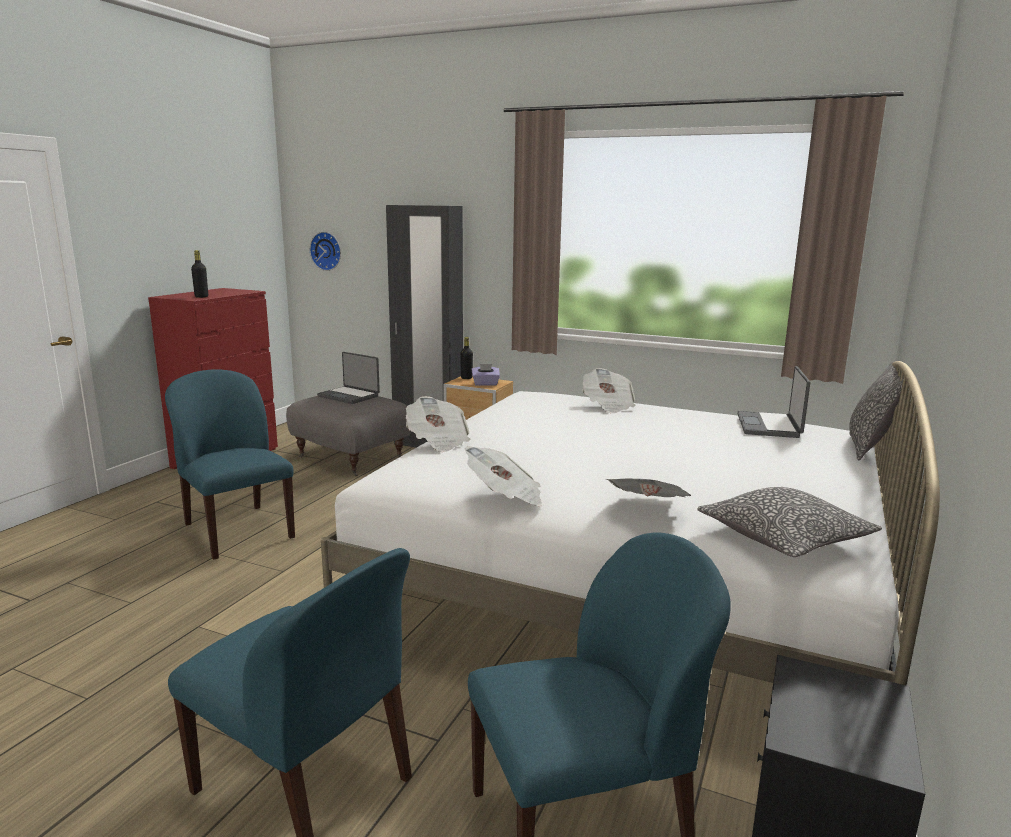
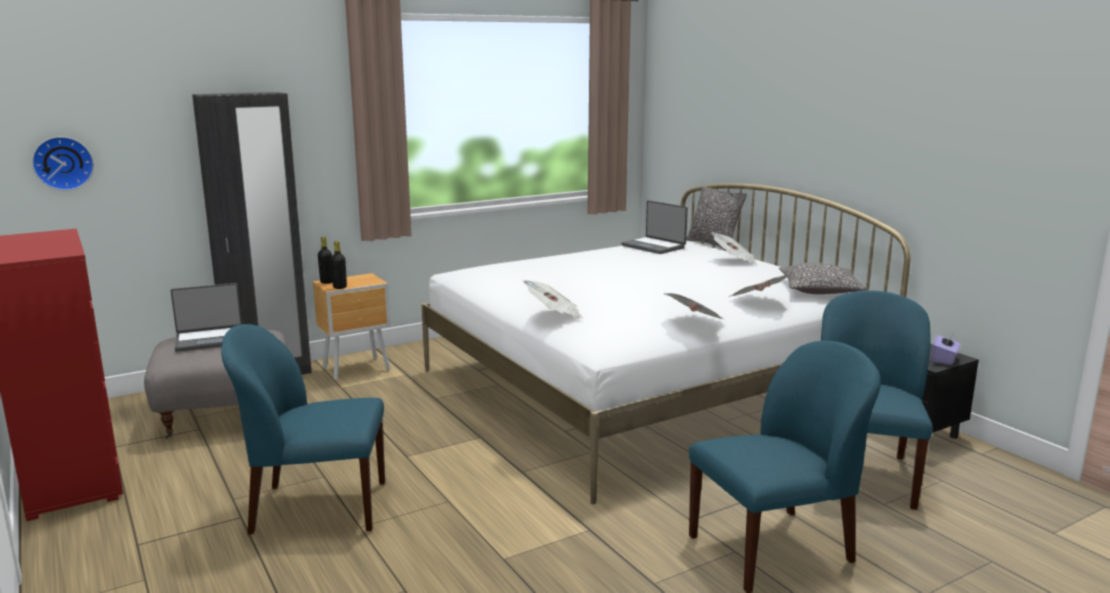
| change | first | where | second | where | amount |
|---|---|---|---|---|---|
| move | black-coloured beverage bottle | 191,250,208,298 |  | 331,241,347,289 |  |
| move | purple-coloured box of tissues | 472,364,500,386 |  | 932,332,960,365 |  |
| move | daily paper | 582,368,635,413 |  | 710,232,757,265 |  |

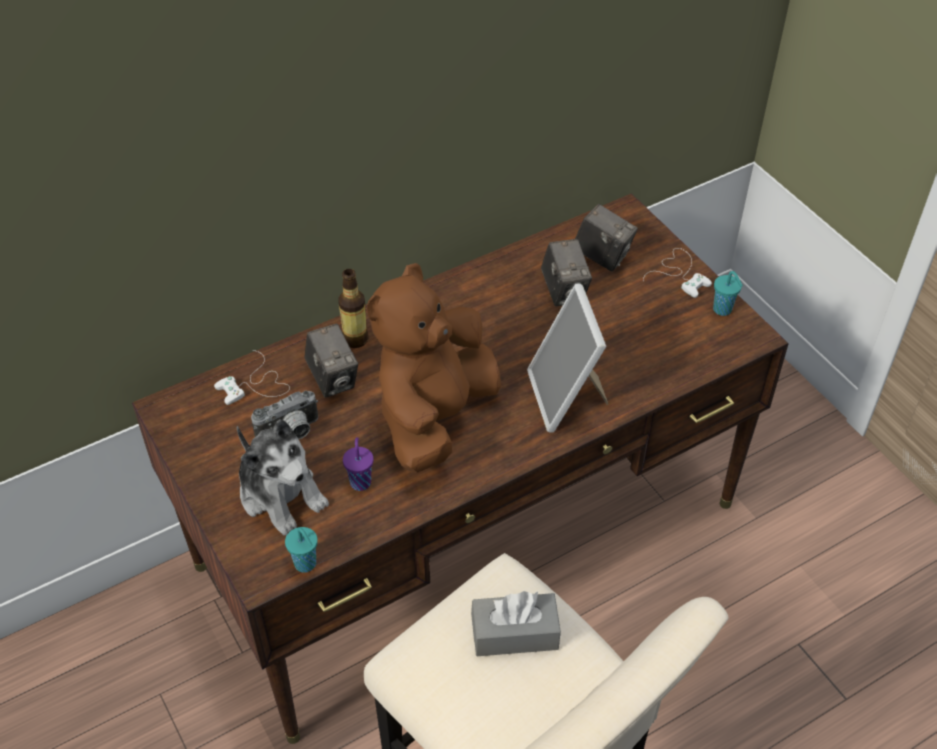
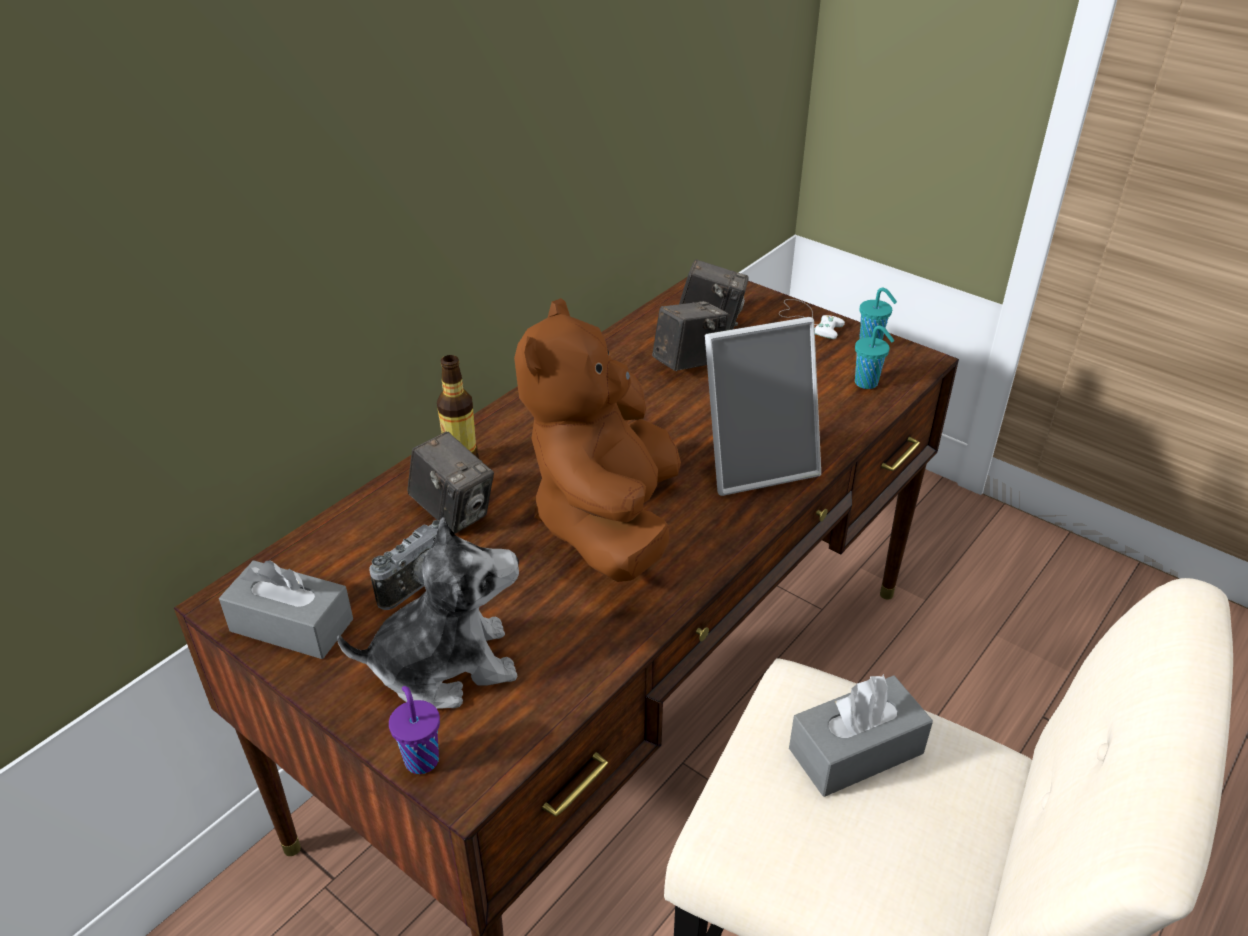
| change | first | where | second | where | amount |
|---|---|---|---|---|---|
| rotate | photo camera | 541,239,592,306 |  | 652,301,729,371 | 90 degrees counterclockwise |
| rotate | picture frame | 527,283,608,433 |  | 705,317,821,496 | 75 degrees counterclockwise |
| delete | white game controller | 214,350,290,405 |  |  |  |
| rotate | plush toy | 237,419,329,535 |  | 337,517,519,708 | 45 degrees counterclockwise |
| move | purple-coloured drinking cup | 343,437,374,491 |  | 389,686,440,774 |  |
| move | turquoise drinking cup | 285,527,318,573 |  | 855,325,894,389 |  |
| insert |  |  | gray box of tissues | 219,560,353,659 |  |

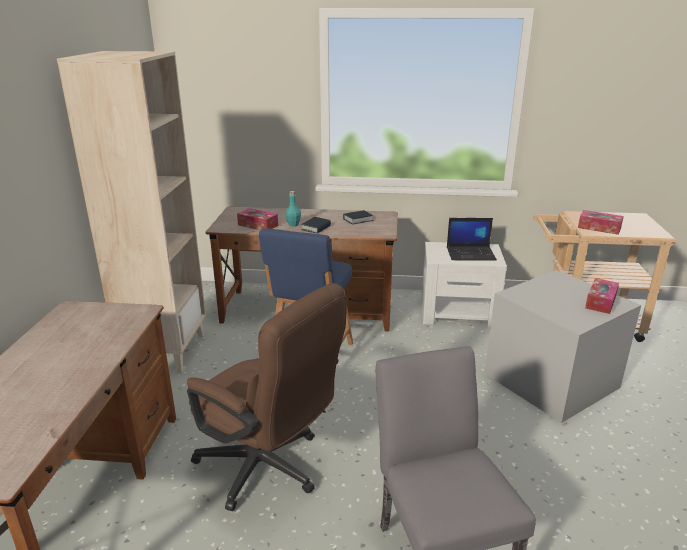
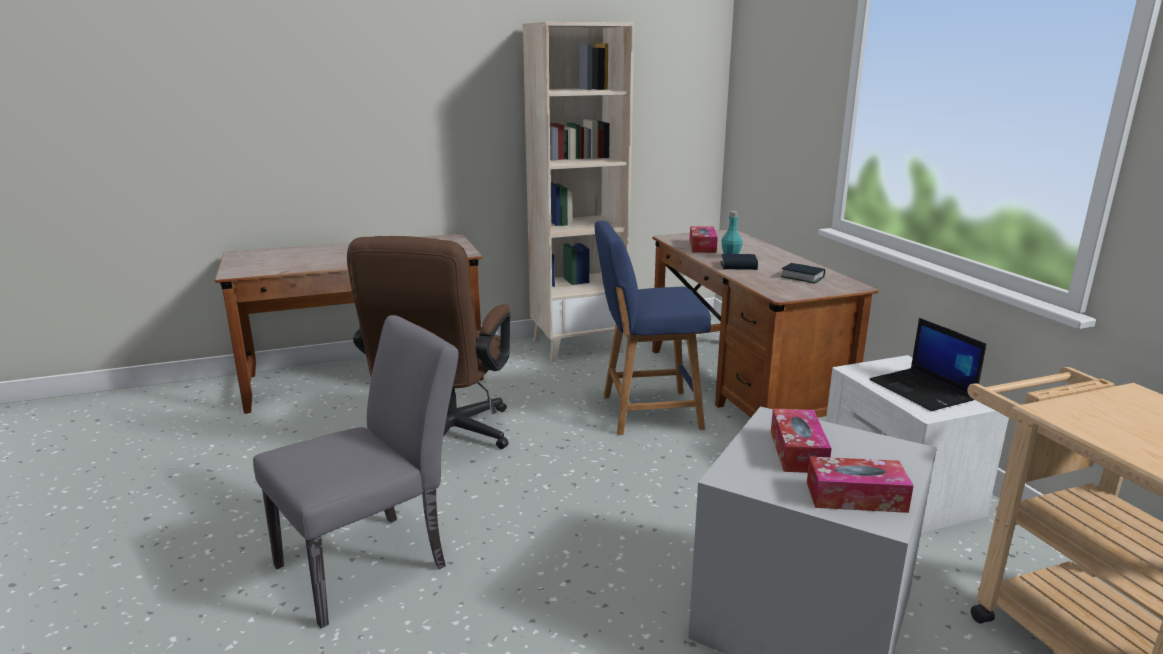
| change | first | where | second | where | amount |
|---|---|---|---|---|---|
| move | box of tissues | 578,210,624,235 |  | 771,409,832,473 |  |

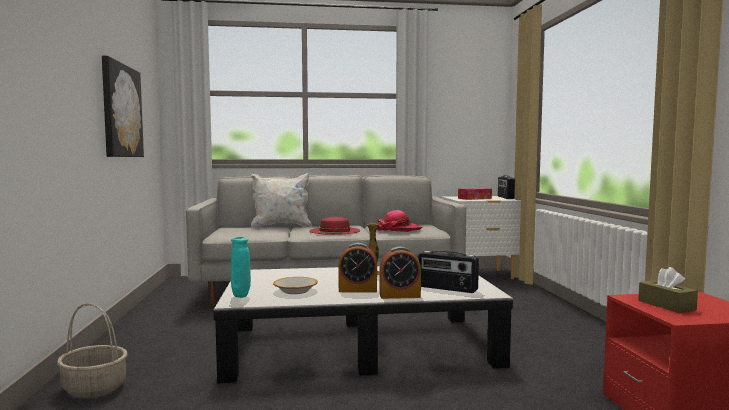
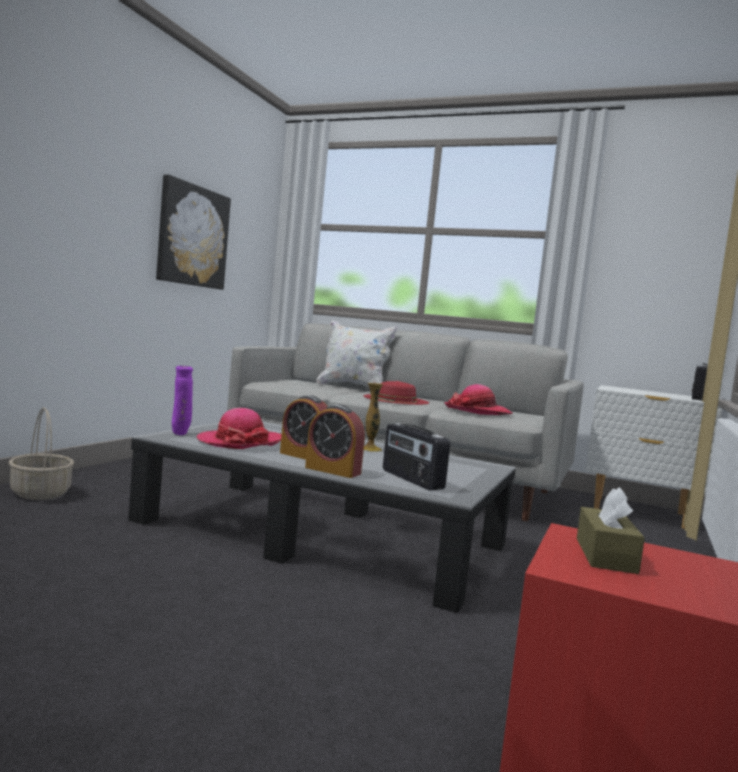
| change | first | where | second | where | amount |
|---|---|---|---|---|---|
| delete | box of tissues | 458,188,492,200 |  |  |  |
| recolor | turquoise flower vase | 231,237,251,298 | purple-coloured flower vase | 172,366,193,435 |  |
| replace | serving bowl | 273,277,318,294 | clothing hat | 197,408,282,449 |  |

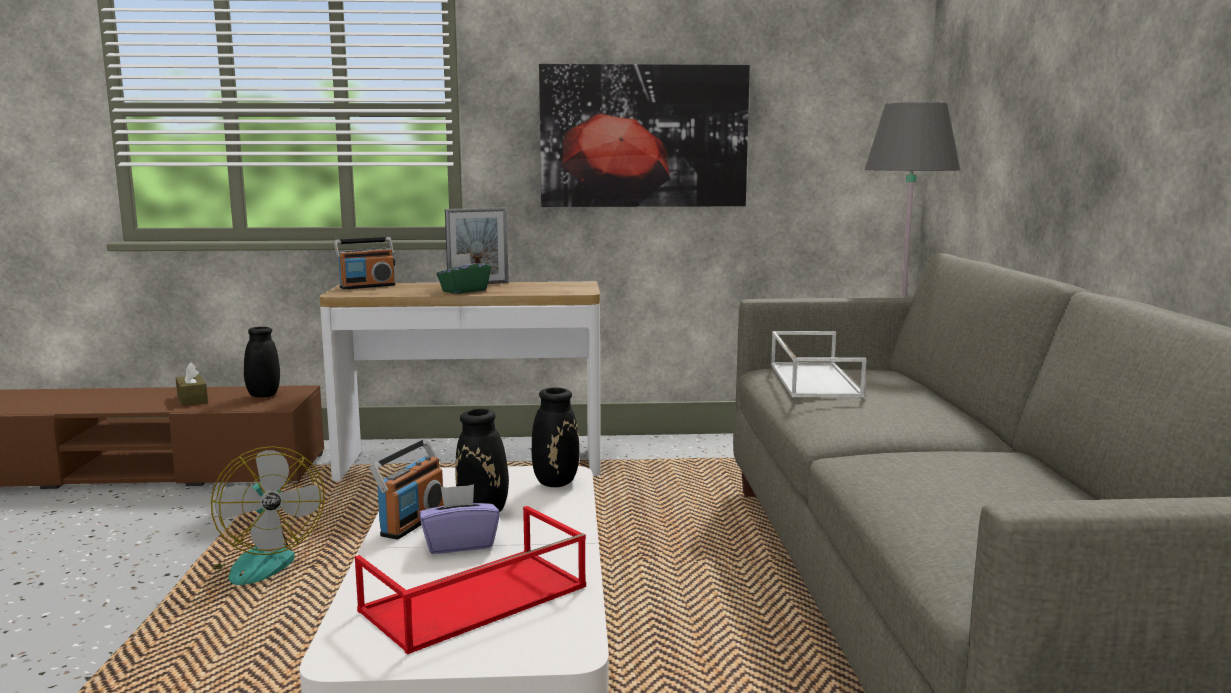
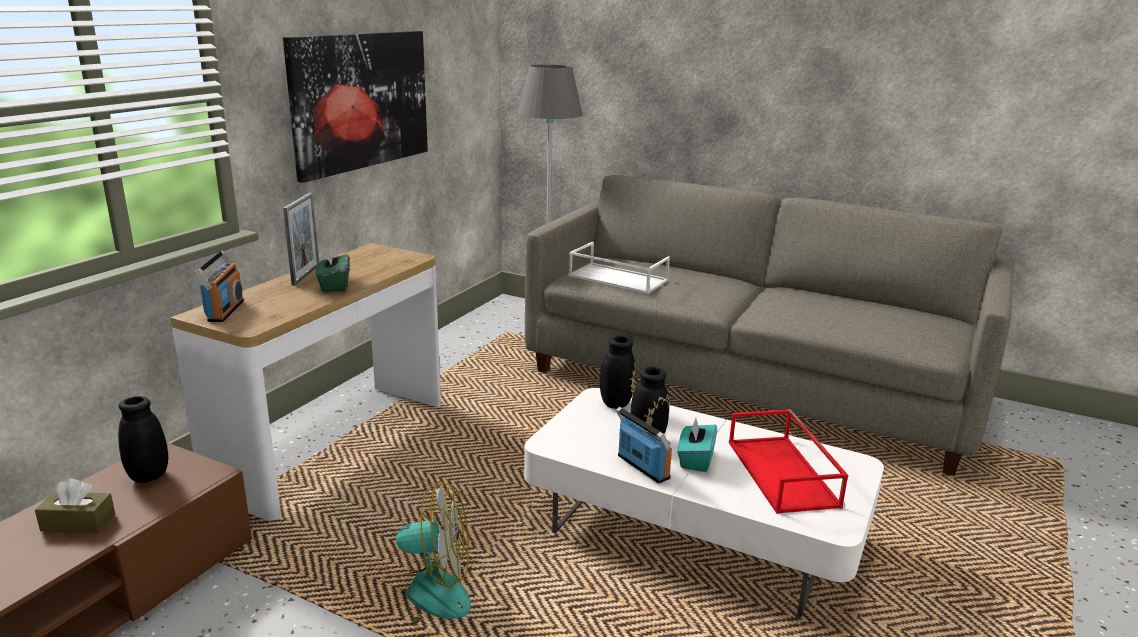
| change | first | where | second | where | amount |
|---|---|---|---|---|---|
| recolor | purple-coloured box of tissues | 419,484,500,554 | turquoise box of tissues | 678,418,717,472 |  |

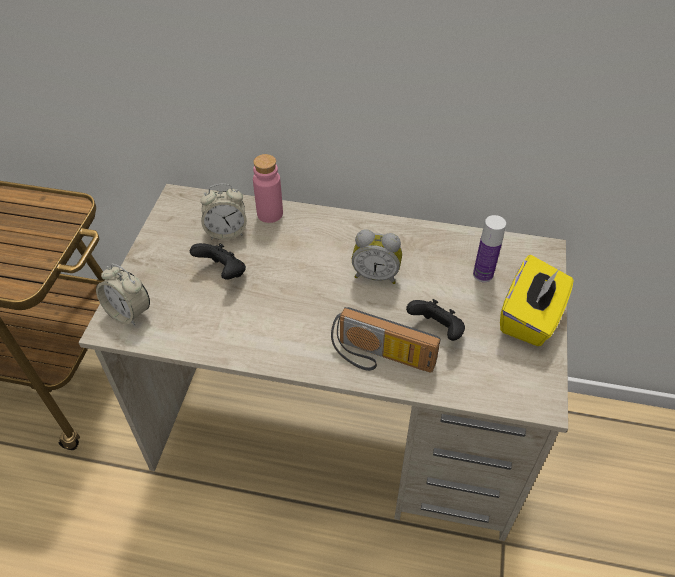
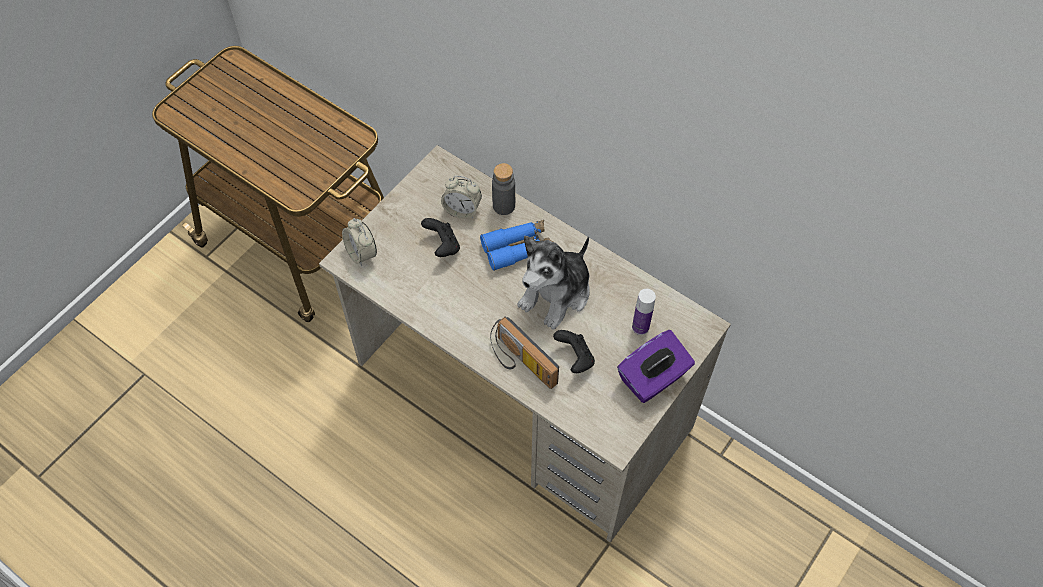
| change | first | where | second | where | amount |
|---|---|---|---|---|---|
| recolor | pinkish beverage bottle | 253,154,283,223 | gray beverage bottle | 492,163,515,215 |  |
| replace | alarm clock | 352,229,402,284 | plush toy | 517,236,590,330 |  |
| recolor | yellowish box of tissues | 500,255,573,346 | purple-coloured box of tissues | 617,330,695,403 |  |
| insert |  |  | blue binoculars | 480,220,553,271 |  |

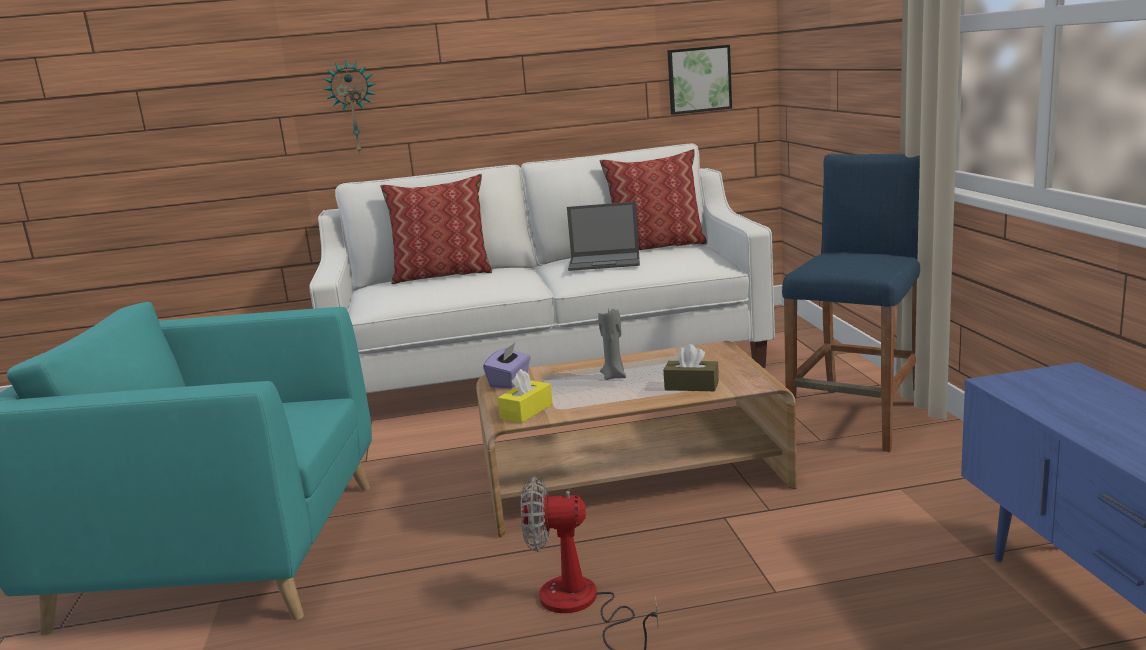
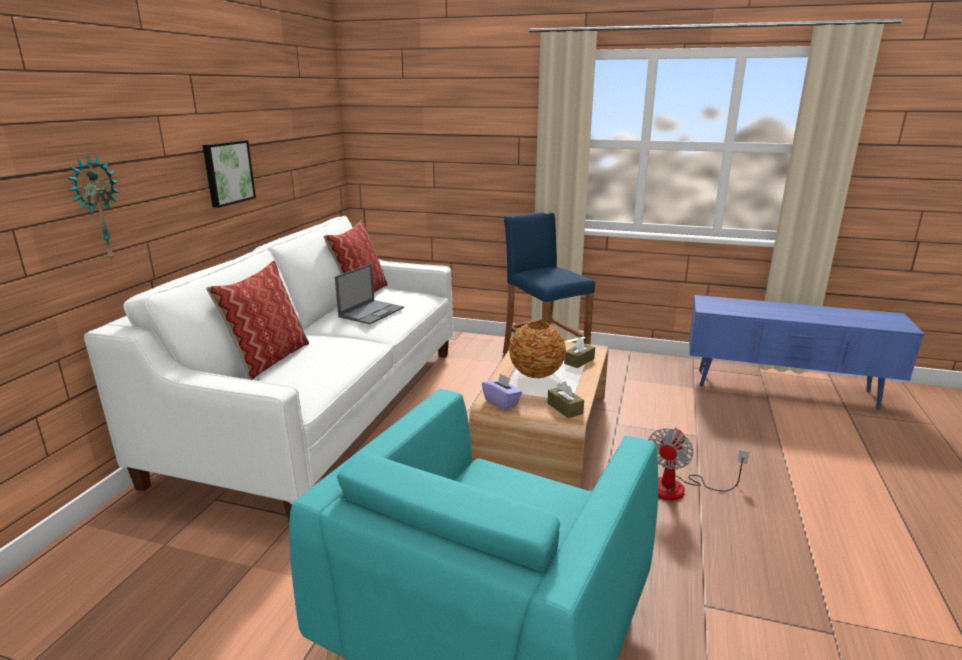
| change | first | where | second | where | amount |
|---|---|---|---|---|---|
| move | wall art | 667,45,732,115 |  | 203,140,256,208 |  |
| replace | gray candle | 598,308,626,380 | flower vase | 509,321,566,378 |  |
| recolor | yellowish box of tissues | 498,369,553,423 | brown box of tissues | 547,381,584,418 |  |

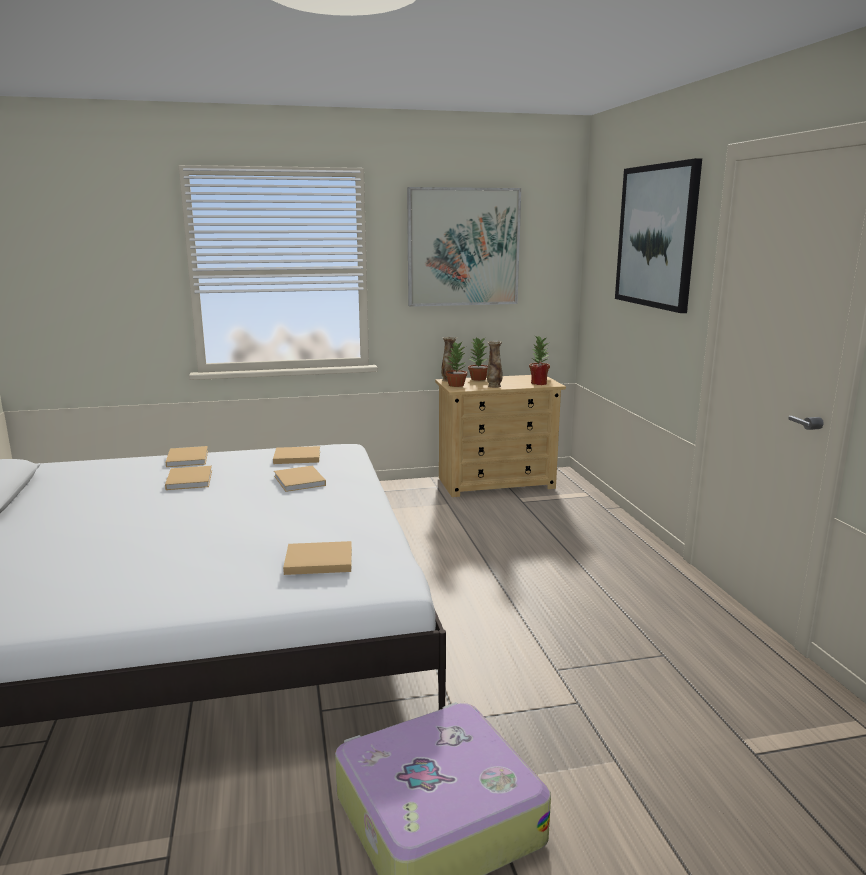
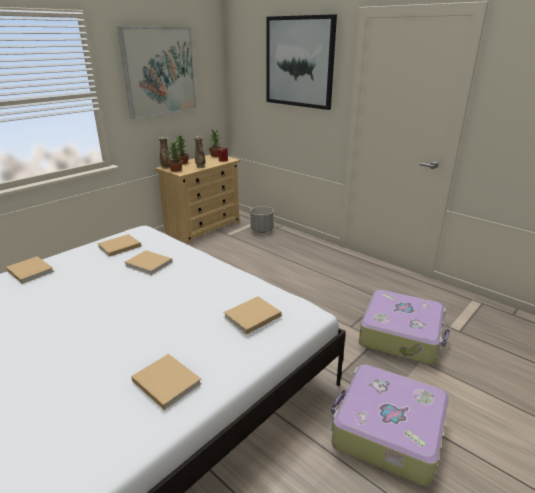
| change | first | where | second | where | amount |
|---|---|---|---|---|---|
| move | beige bound book | 165,466,212,490 |  | 131,354,202,410 |  |
| insert |  |  | gray plant pot | 250,206,274,233 |  |
| insert |  |  | travel case | 359,290,450,365 |  |

